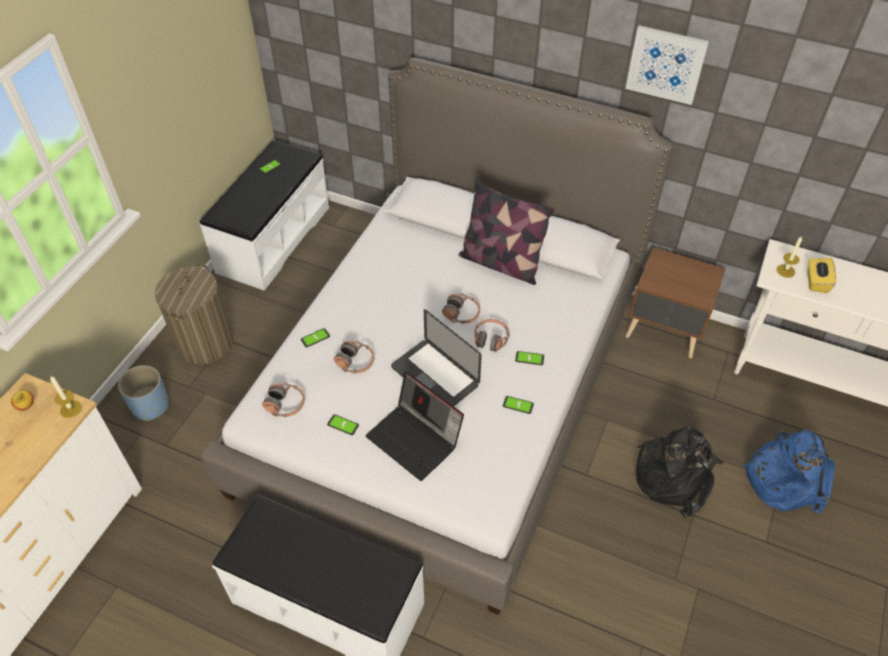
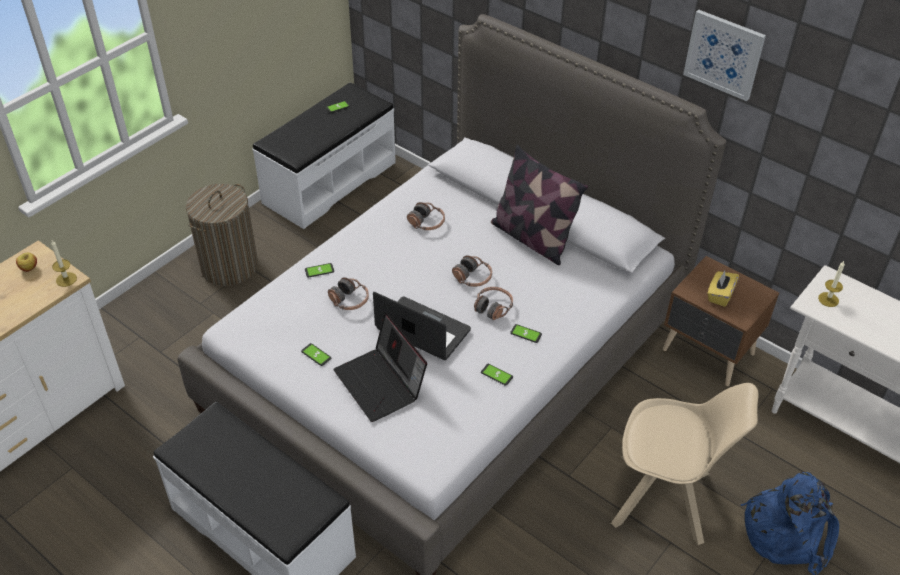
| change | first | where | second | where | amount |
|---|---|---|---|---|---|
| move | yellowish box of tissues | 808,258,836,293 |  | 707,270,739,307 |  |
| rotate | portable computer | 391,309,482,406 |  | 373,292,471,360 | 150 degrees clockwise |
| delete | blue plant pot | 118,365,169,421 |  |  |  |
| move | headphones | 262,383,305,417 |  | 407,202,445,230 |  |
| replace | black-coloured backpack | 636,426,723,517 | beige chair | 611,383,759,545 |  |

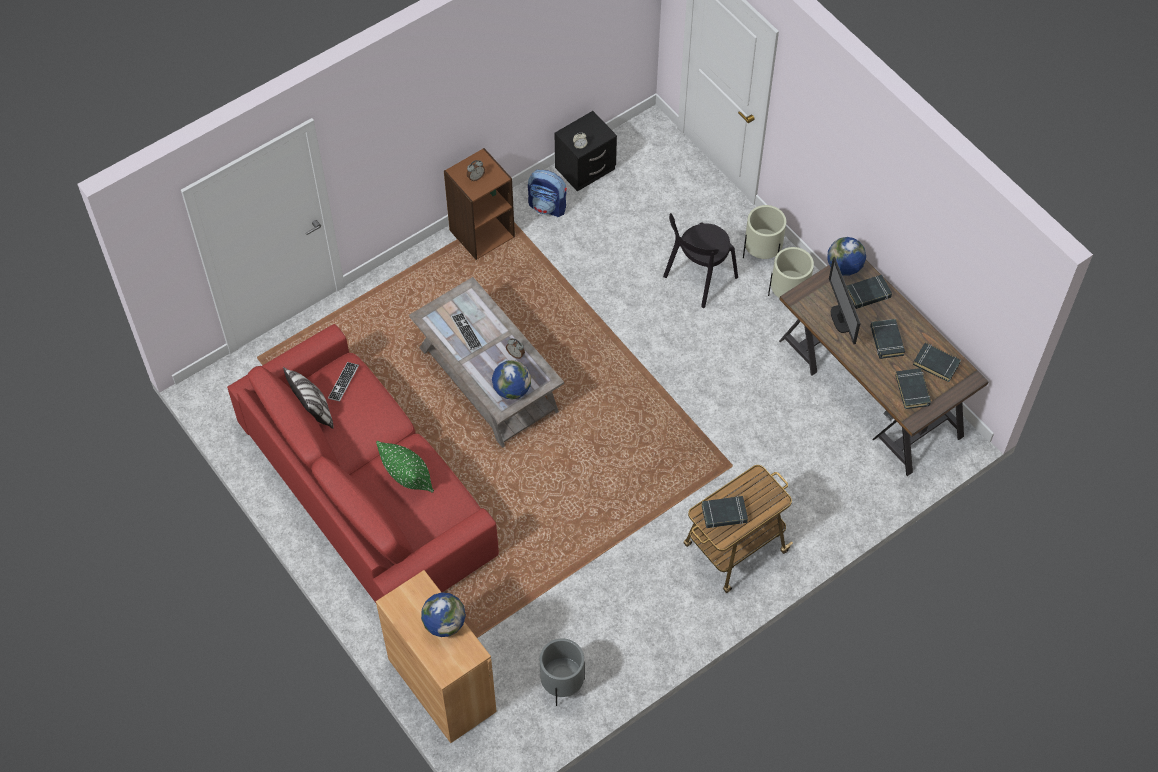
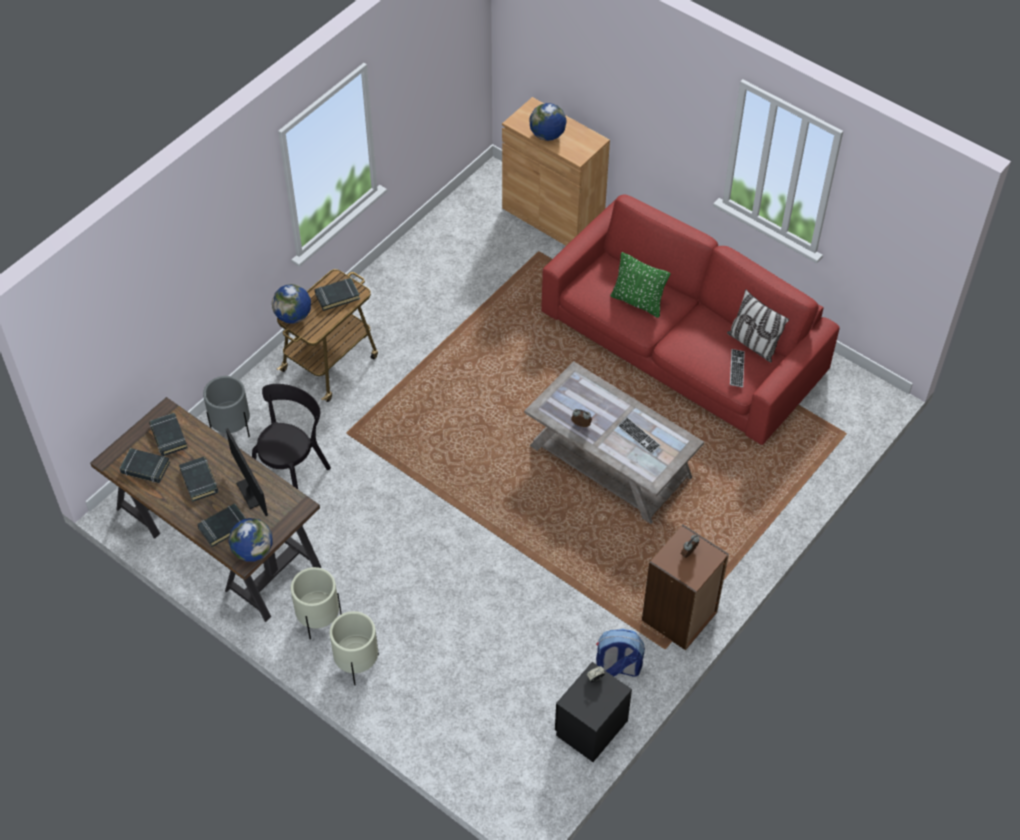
| change | first | where | second | where | amount |
|---|---|---|---|---|---|
| move | black-coloured chair | 663,213,738,308 |  | 252,384,331,489 |  |
| move | globe | 492,360,531,400 |  | 272,284,311,324 |  |
| move | gray plant pot | 540,638,585,706 |  | 203,376,250,438 |  |

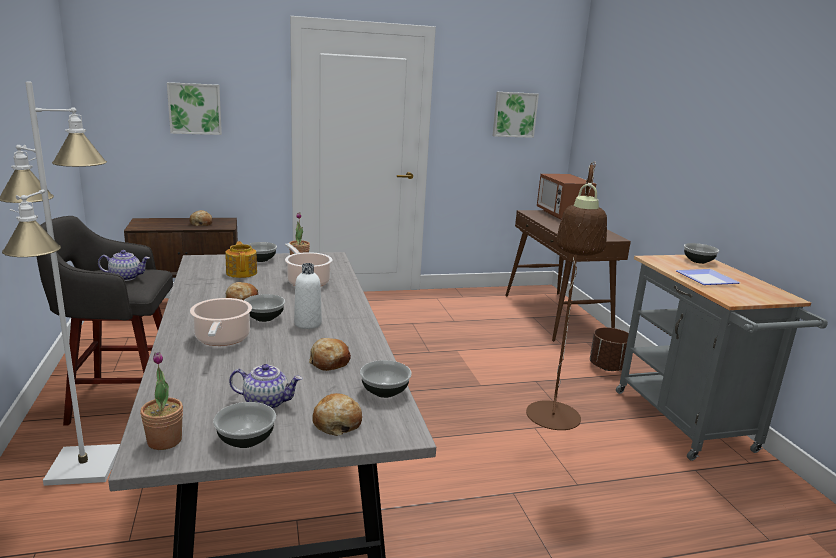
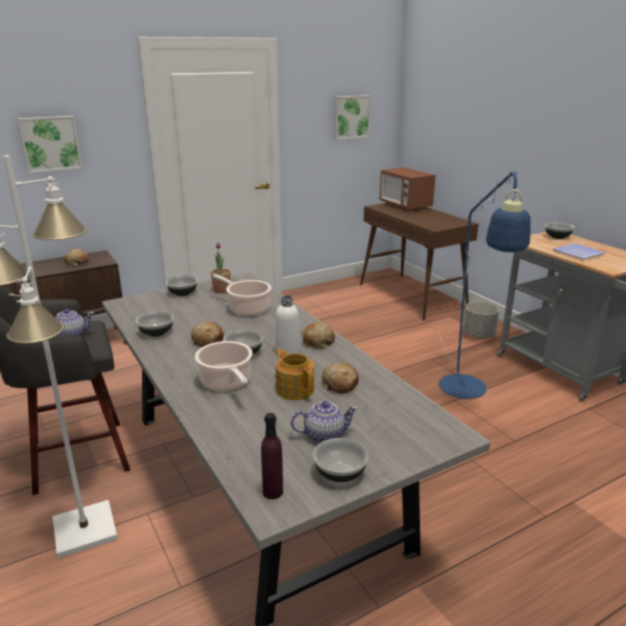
| change | first | where | second | where | amount |
|---|---|---|---|---|---|
| recolor | brown standing lamp | 526,161,607,430 | blue standing lamp | 437,169,531,399 |  |
| move | tea pot | 225,241,257,278 |  | 276,349,314,400 |  |
| recolor | brown plant pot | 590,327,629,371 | gray plant pot | 463,301,499,339 |  |
| replace | plant in a pot | 140,352,183,450 | purple-coloured beverage bottle | 261,413,283,499 |  |
| move | serving bowl | 360,360,412,398 |  | 136,311,174,337 |  |
| move | baked bread | 313,393,362,436 |  | 302,323,335,349 |  |

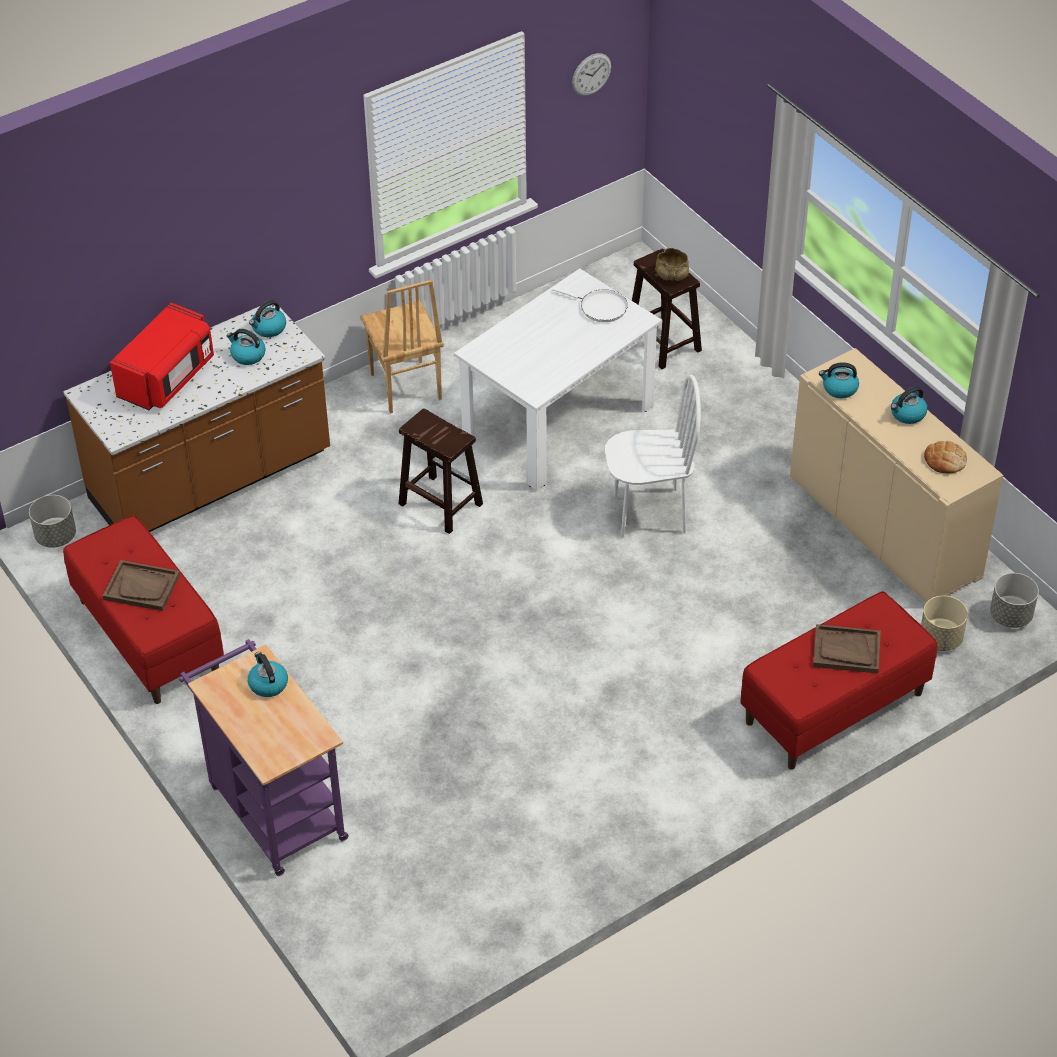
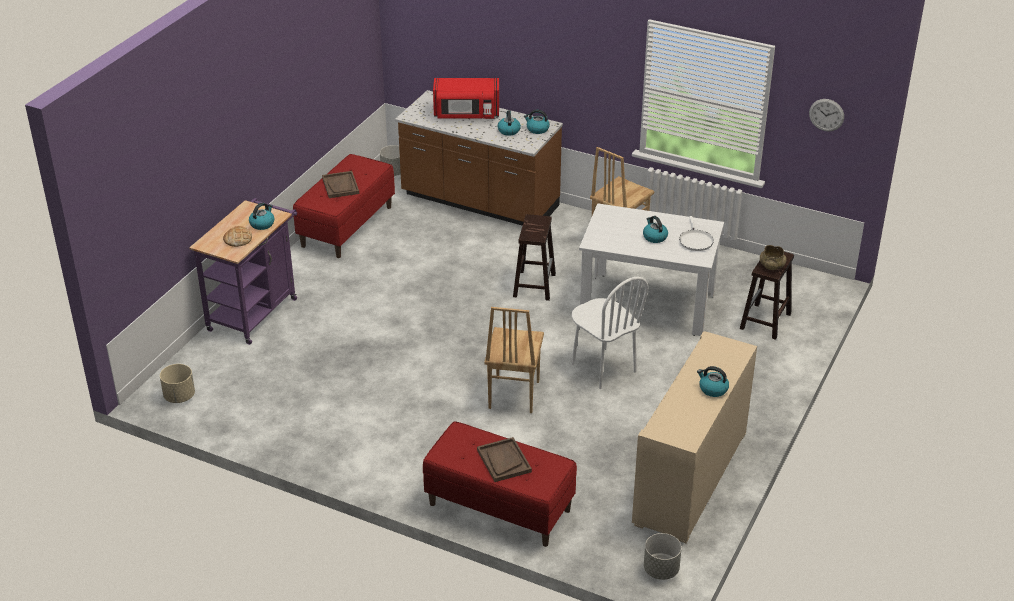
| change | first | where | second | where | amount |
|---|---|---|---|---|---|
| move | tea kettle | 819,362,859,398 |  | 643,216,668,243 |  |
| move | baked bread | 924,441,967,473 |  | 223,226,252,247 |  |
| move | beige plant pot | 921,596,968,651 |  | 160,364,195,403 |  |
| insert |  |  | brown chair | 484,307,544,413 |  |

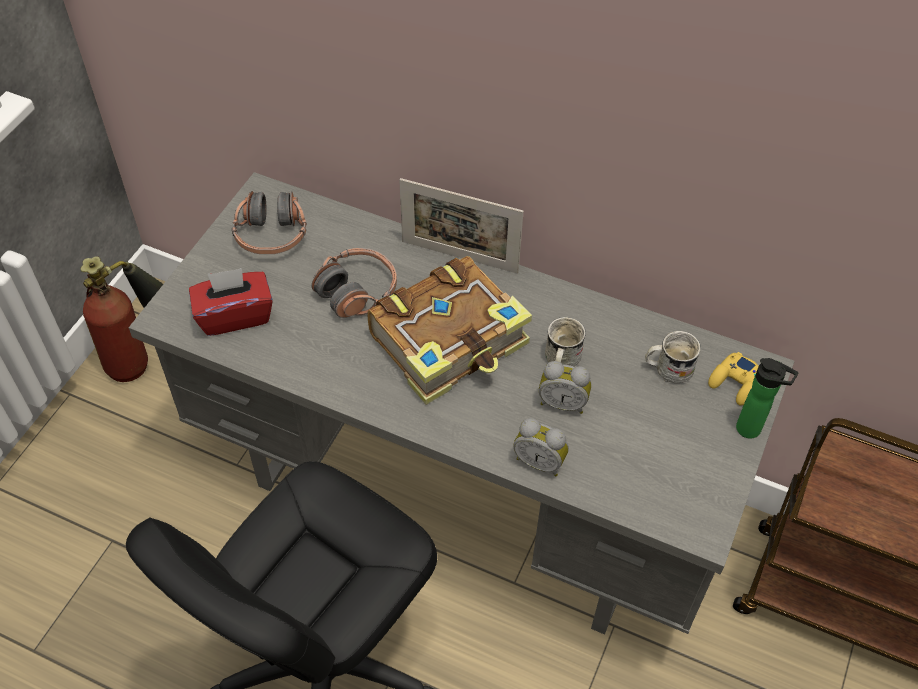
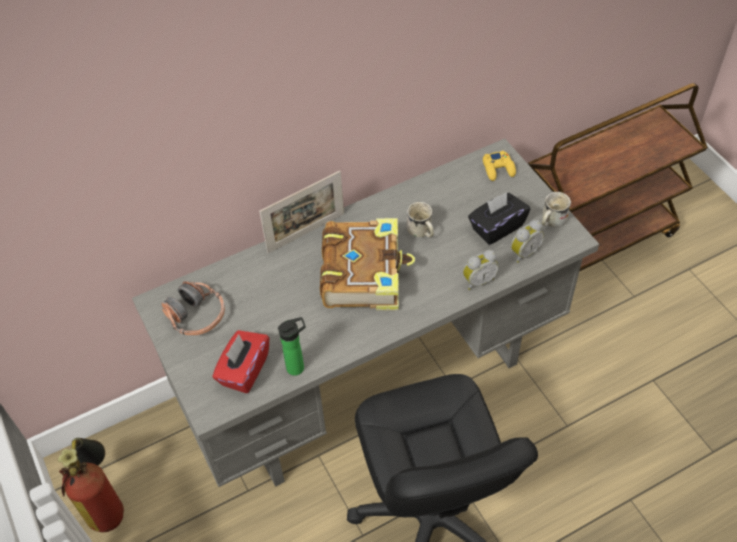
| change | first | where | second | where | amount |
|---|---|---|---|---|---|
| delete | headphones | 311,248,397,318 |  |  |  |
| move | white mug | 645,331,701,383 |  | 542,192,571,228 |  |
| move | beverage bottle | 736,358,798,439 |  | 278,317,306,376 |  |
| move | alarm clock | 539,361,591,414 |  | 511,220,544,263 |  |
| insert |  |  | black-coloured box of tissues | 468,192,530,245 |  |

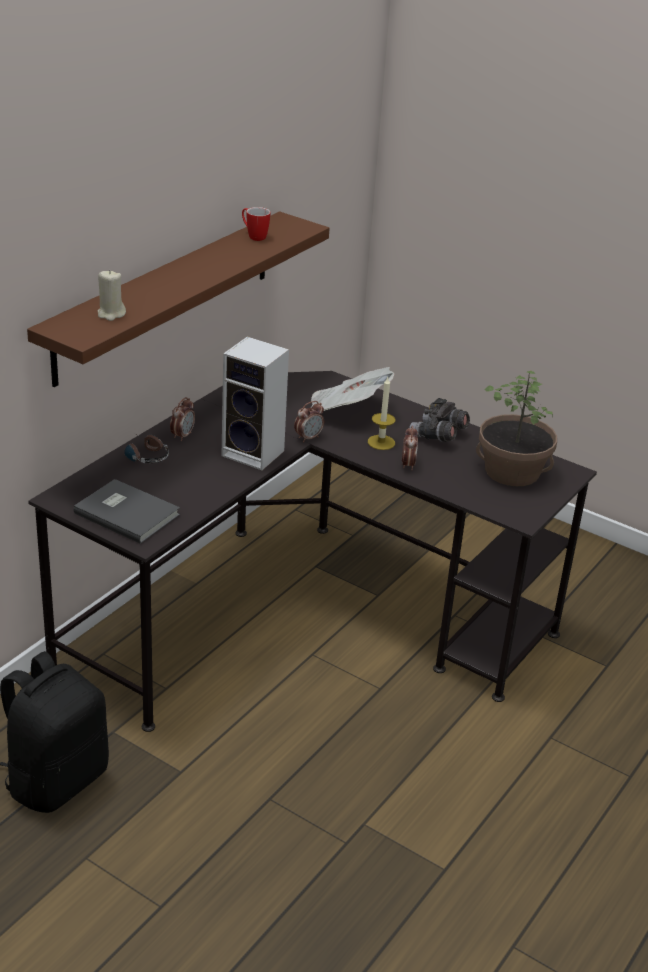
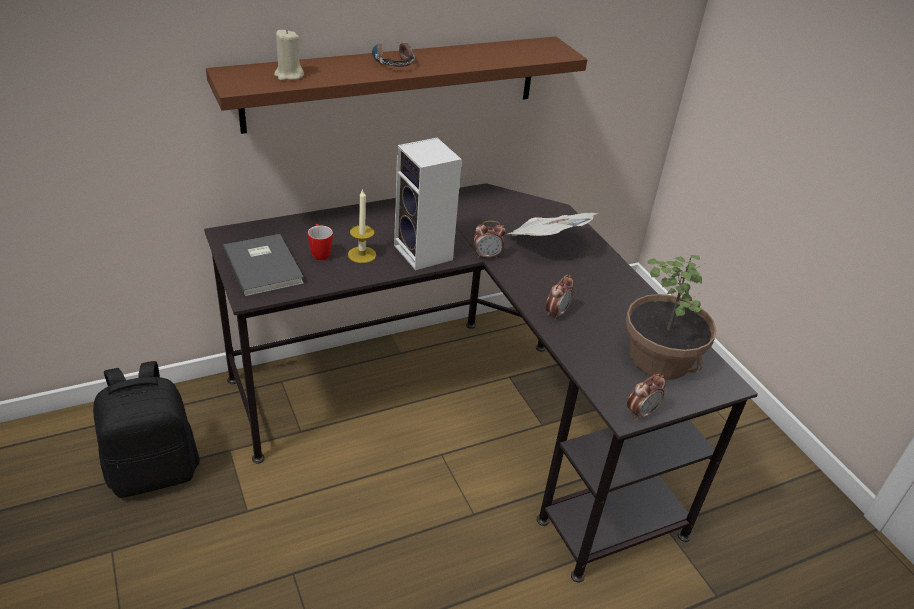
| change | first | where | second | where | amount |
|---|---|---|---|---|---|
| move | mug | 242,207,270,241 |  | 308,224,333,260 |  |
| move | candle | 368,377,396,450 |  | 348,188,376,263 |  |
| move | alarm clock | 170,397,195,441 |  | 627,374,666,421 |  |
| delete | gray binoculars | 409,398,470,442 |  |  |  |
| move | headphones | 124,435,169,463 |  | 372,43,415,67 |  |

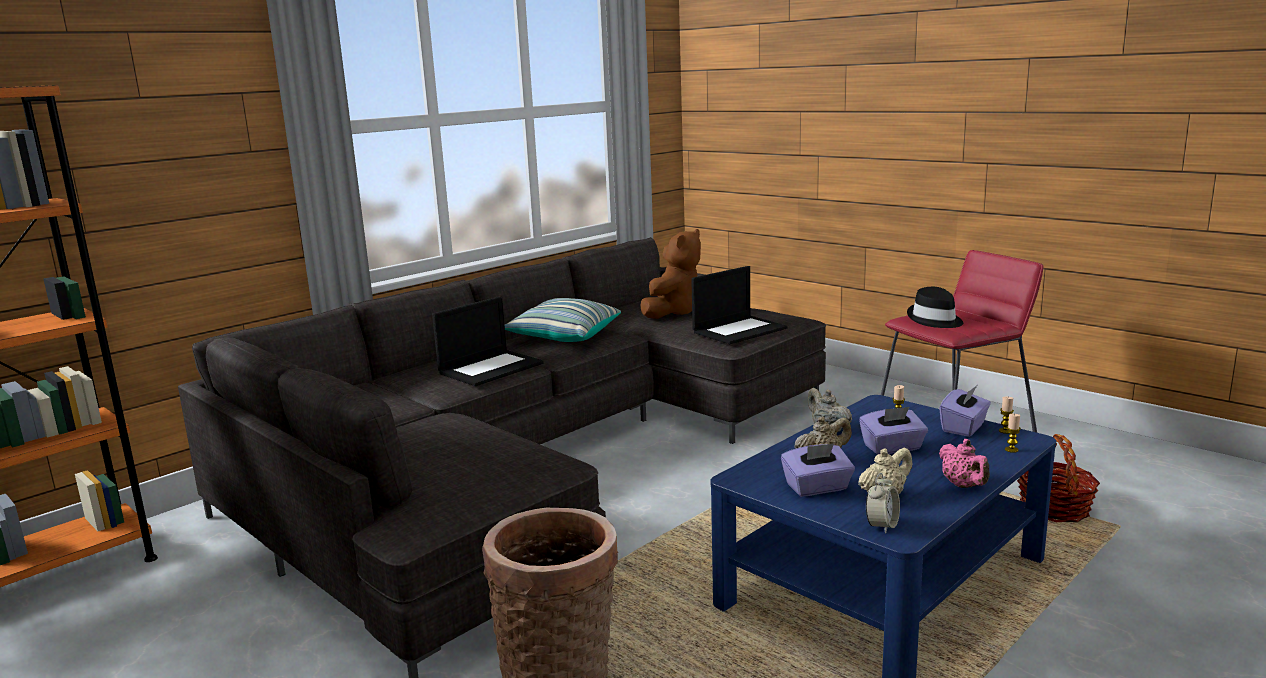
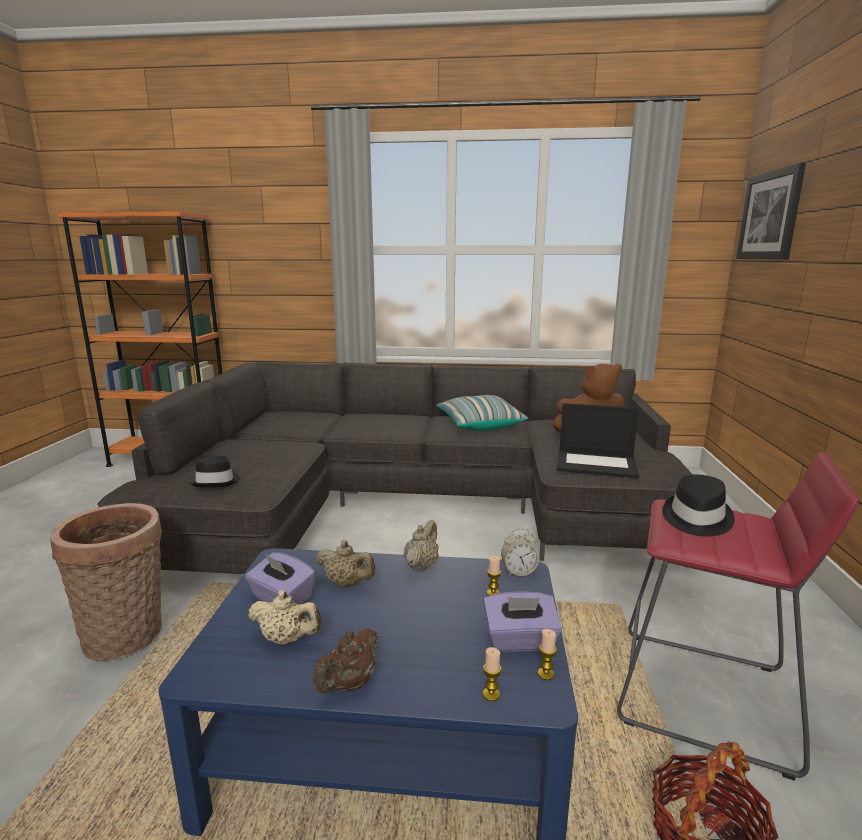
| change | first | where | second | where | amount |
|---|---|---|---|---|---|
| delete | portable computer | 432,296,544,386 |  |  |  |
| delete | purple-coloured box of tissues | 859,407,928,455 |  |  |  |
| recolor | pinkish tea pot | 939,439,990,488 | brown tea pot | 313,629,379,693 |  |
| move | alarm clock | 866,473,900,534 |  | 501,528,539,576 |  |
| insert |  |  | wall art | 736,162,806,260 |  |
| insert |  |  | black-coloured clothing hat | 189,456,240,488 |  |

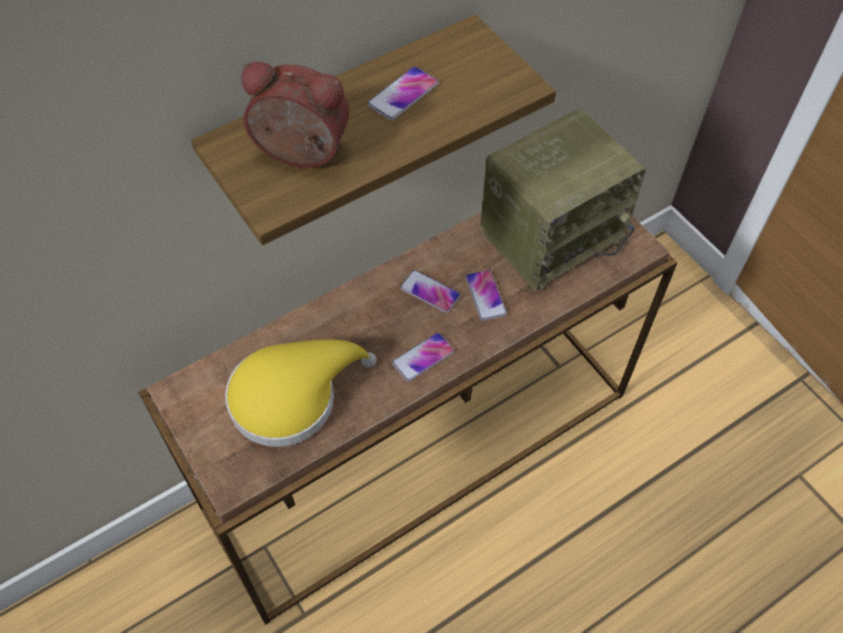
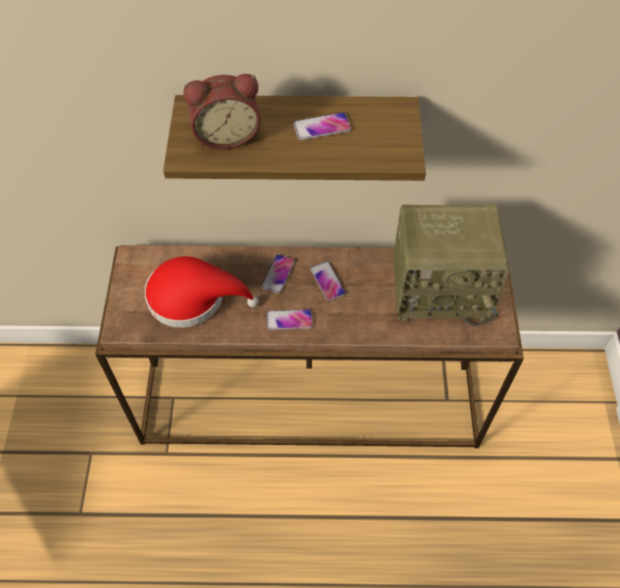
| change | first | where | second | where | amount |
|---|---|---|---|---|---|
| rotate | alarm clock | 242,62,350,168 |  | 183,74,261,149 | 120 degrees clockwise |
| move | telephone | 465,270,507,321 |  | 261,254,295,293 |  |
| recolor | yellowish clothing hat | 225,340,377,447 | red-coloured clothing hat | 144,256,259,328 |  |

